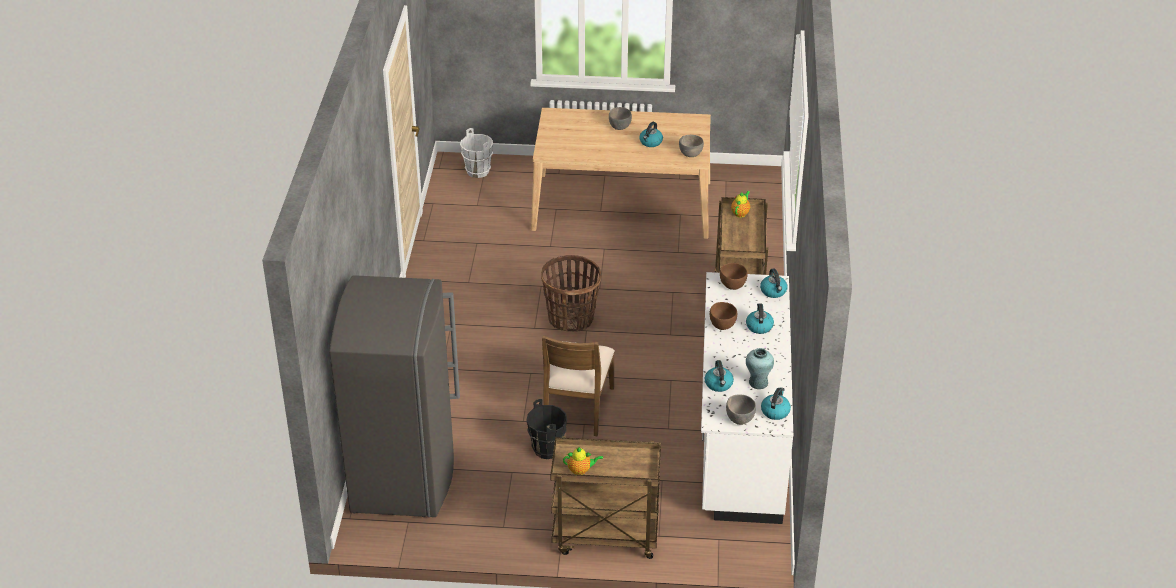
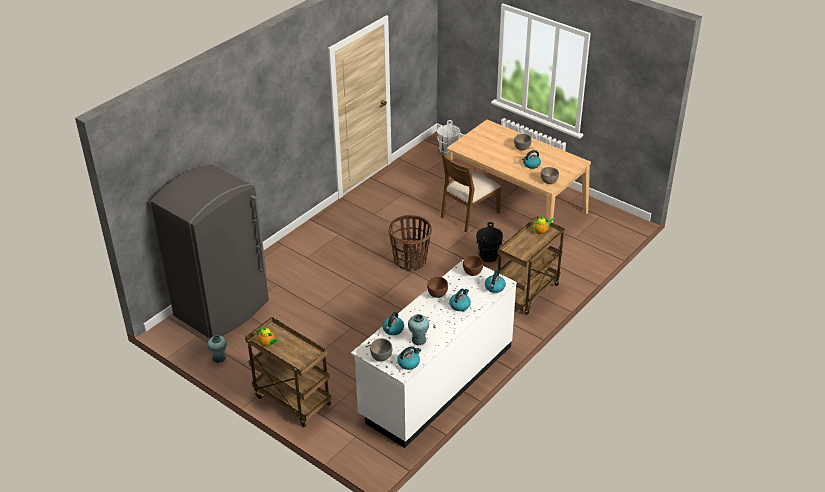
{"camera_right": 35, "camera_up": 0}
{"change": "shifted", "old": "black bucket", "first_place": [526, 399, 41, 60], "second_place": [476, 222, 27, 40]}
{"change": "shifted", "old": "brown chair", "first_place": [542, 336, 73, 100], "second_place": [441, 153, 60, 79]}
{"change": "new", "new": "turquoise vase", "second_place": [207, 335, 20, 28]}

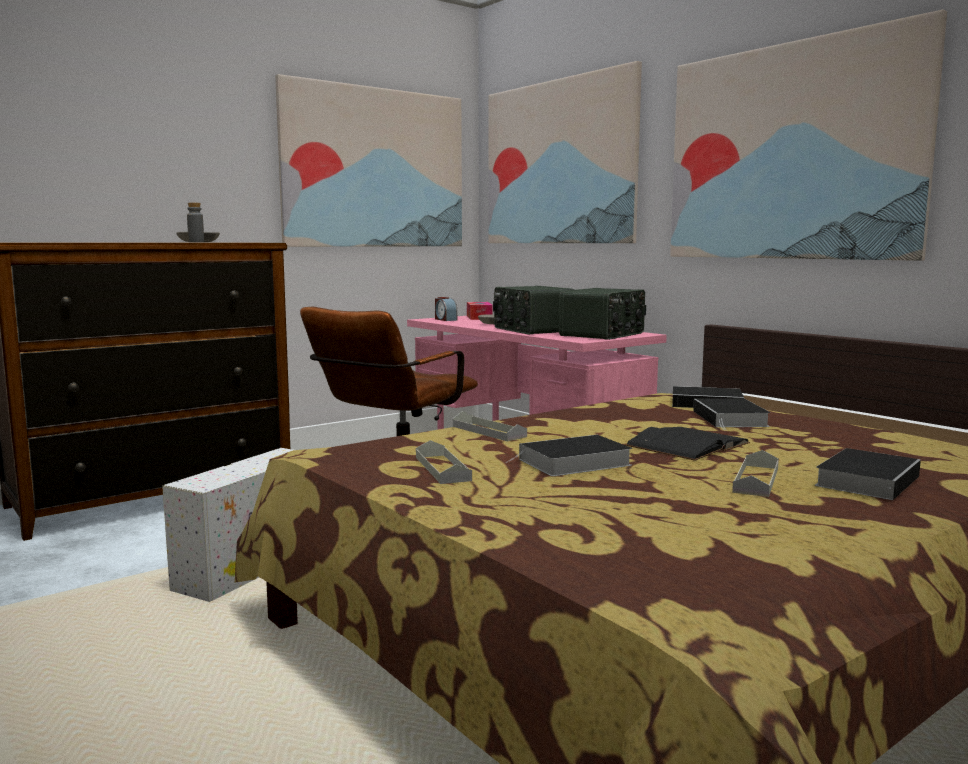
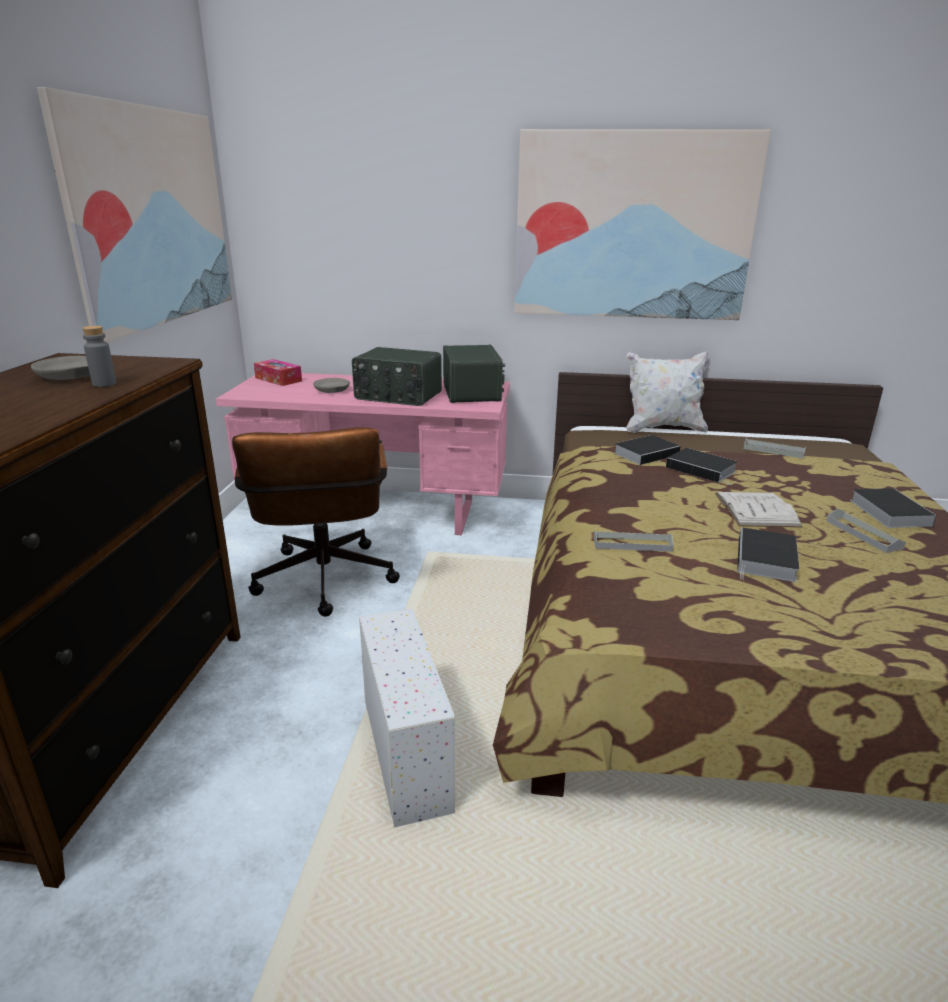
{"camera_right": -45, "camera_up": 15}
{"change": "shifted", "old": "grey tray", "first_place": [416, 440, 56, 44], "second_place": [744, 437, 62, 21]}
{"change": "gone", "old": "alarm clock", "first_place": [435, 297, 22, 24]}
{"change": "gone", "old": "picture", "first_place": [488, 61, 154, 182]}
{"change": "repainted", "old": "black book", "new": "white book", "first_place": [625, 427, 125, 34], "second_place": [715, 492, 87, 35]}
{"change": "new", "new": "white pillow", "second_place": [626, 351, 82, 82]}

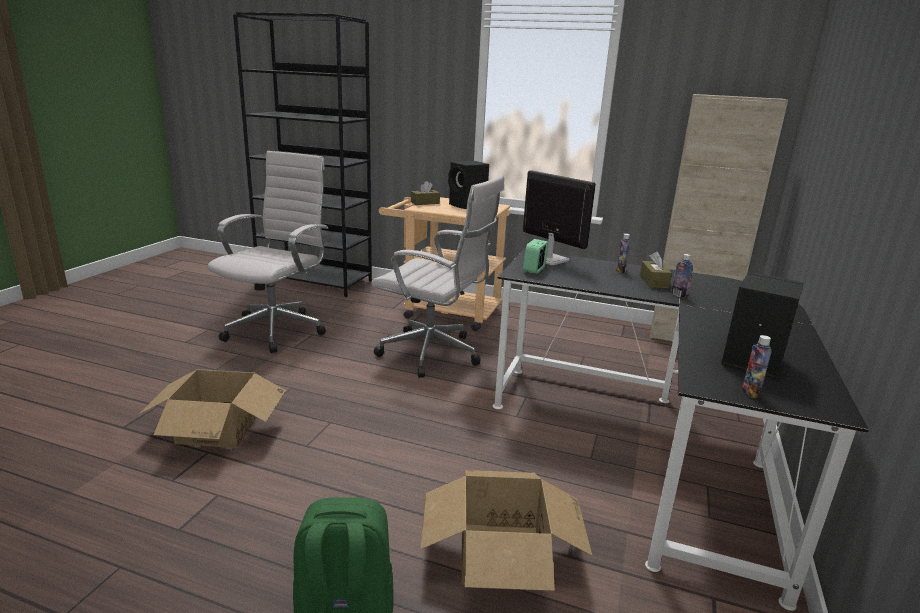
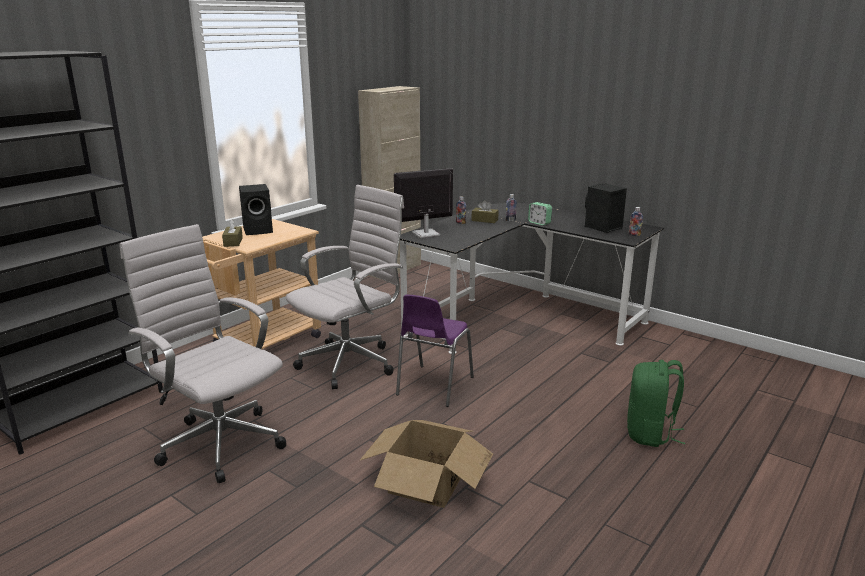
{"camera_right": -70, "camera_up": 0}
{"change": "gone", "old": "cardboard box", "first_place": [420, 470, 172, 121]}
{"change": "shifted", "old": "alarm clock", "first_place": [523, 239, 25, 35], "second_place": [528, 202, 24, 24]}
{"change": "new", "new": "purple chair", "second_place": [396, 295, 78, 112]}

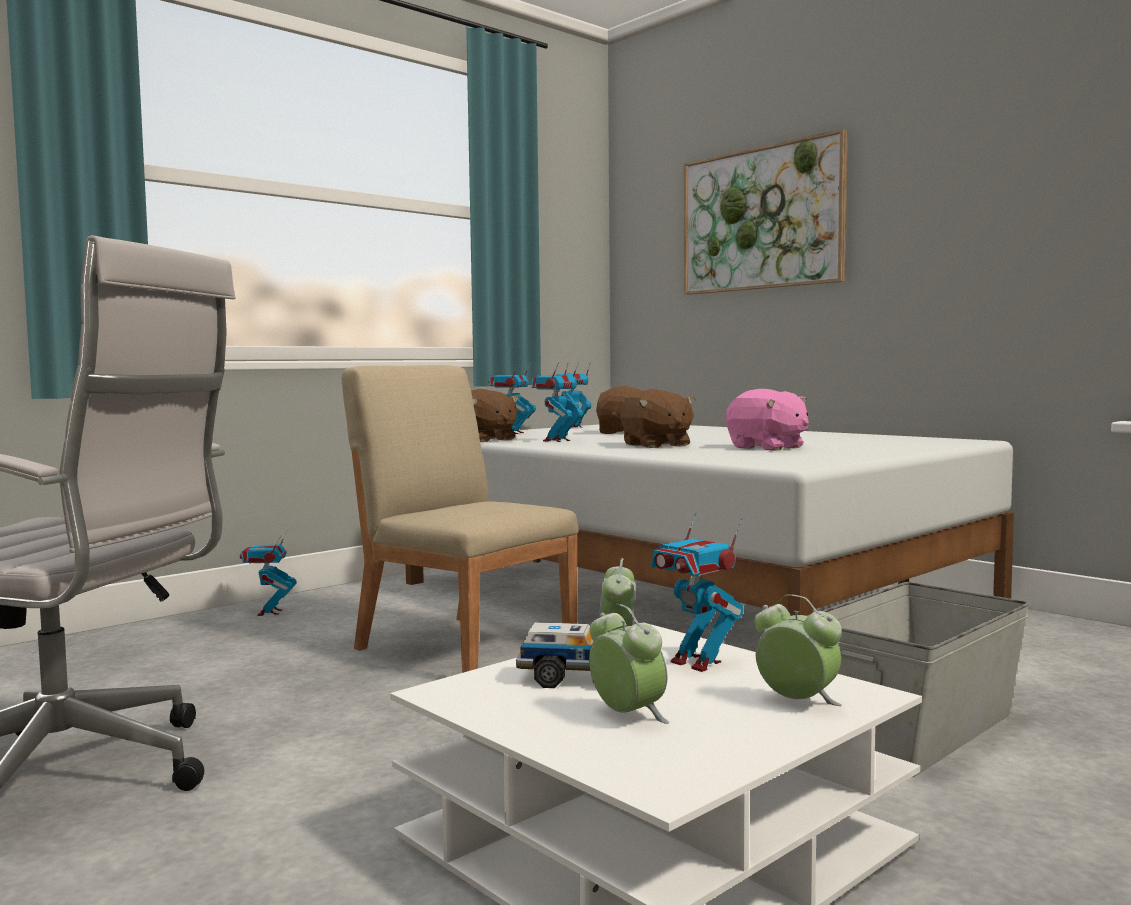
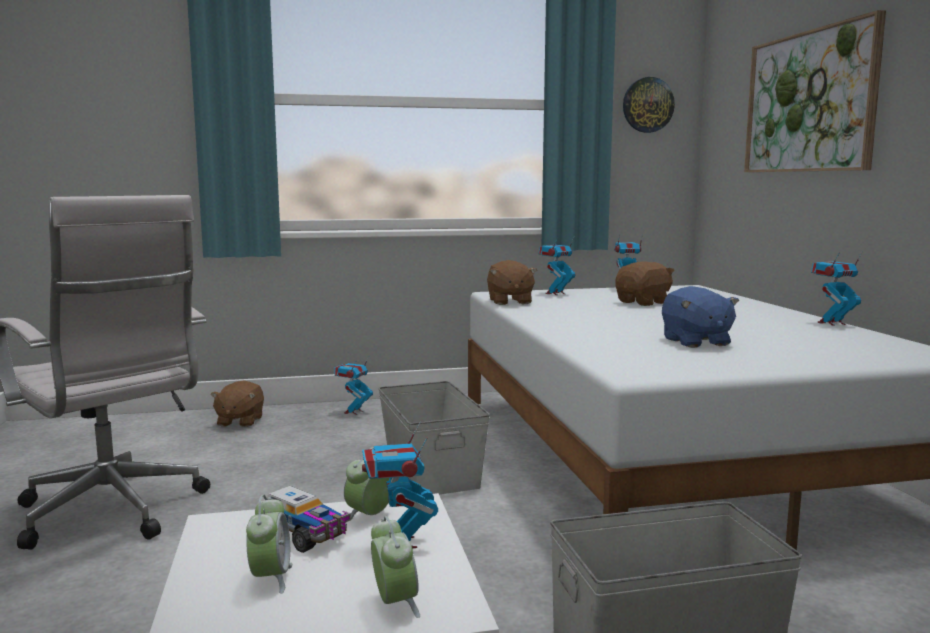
{"camera_right": 30, "camera_up": 5}
{"change": "swapped", "old": "beige chair", "new": "grey storage box", "first_place": [342, 365, 237, 308], "second_place": [378, 381, 112, 113]}
{"change": "shifted", "old": "toy robot", "first_place": [532, 362, 51, 80], "second_place": [811, 251, 52, 75]}
{"change": "shifted", "old": "brown plush toy", "first_place": [620, 389, 76, 59], "second_place": [210, 381, 54, 46]}
{"change": "repainted", "old": "pink plush toy", "new": "blue plush toy", "first_place": [726, 389, 83, 62], "second_place": [662, 286, 77, 62]}
{"change": "new", "new": "wall clock", "second_place": [623, 77, 52, 56]}

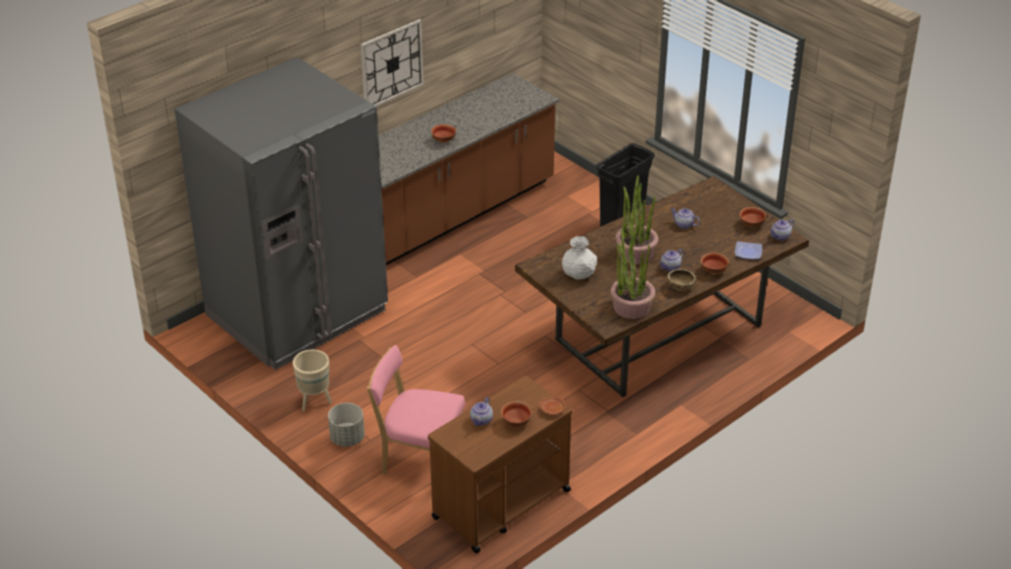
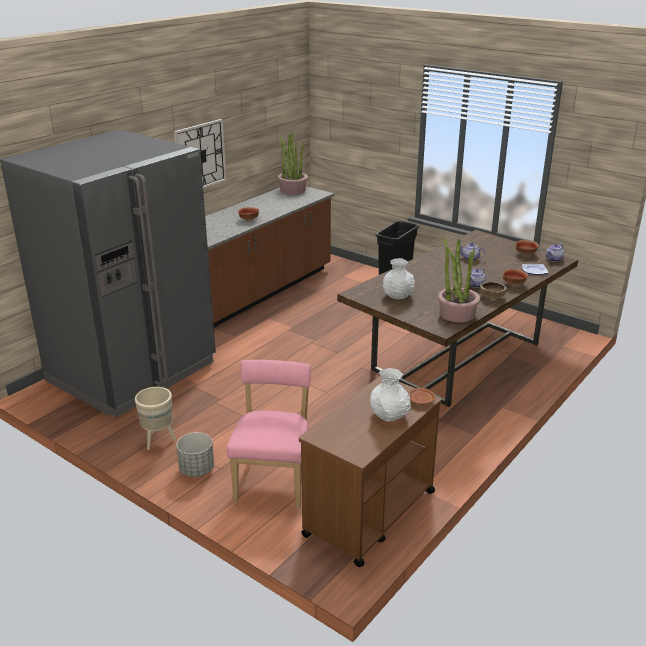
{"camera_right": -10, "camera_up": -10}
{"change": "rotated", "old": "pink chair", "first_place": [367, 345, 98, 129], "second_place": [227, 360, 84, 149], "degrees": 90}
{"change": "gone", "old": "teapot", "first_place": [470, 397, 23, 29]}
{"change": "swapped", "old": "bowl", "new": "white vase", "first_place": [501, 401, 31, 26], "second_place": [370, 368, 41, 54]}
{"change": "shifted", "old": "potted plant", "first_place": [615, 176, 43, 88], "second_place": [278, 132, 30, 62]}

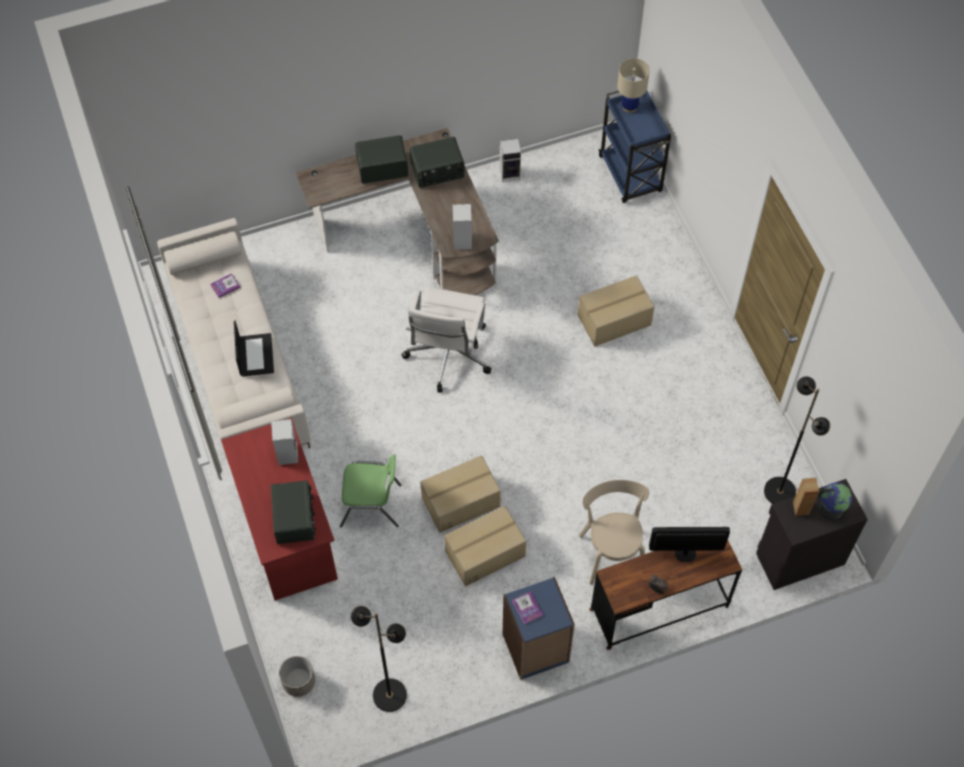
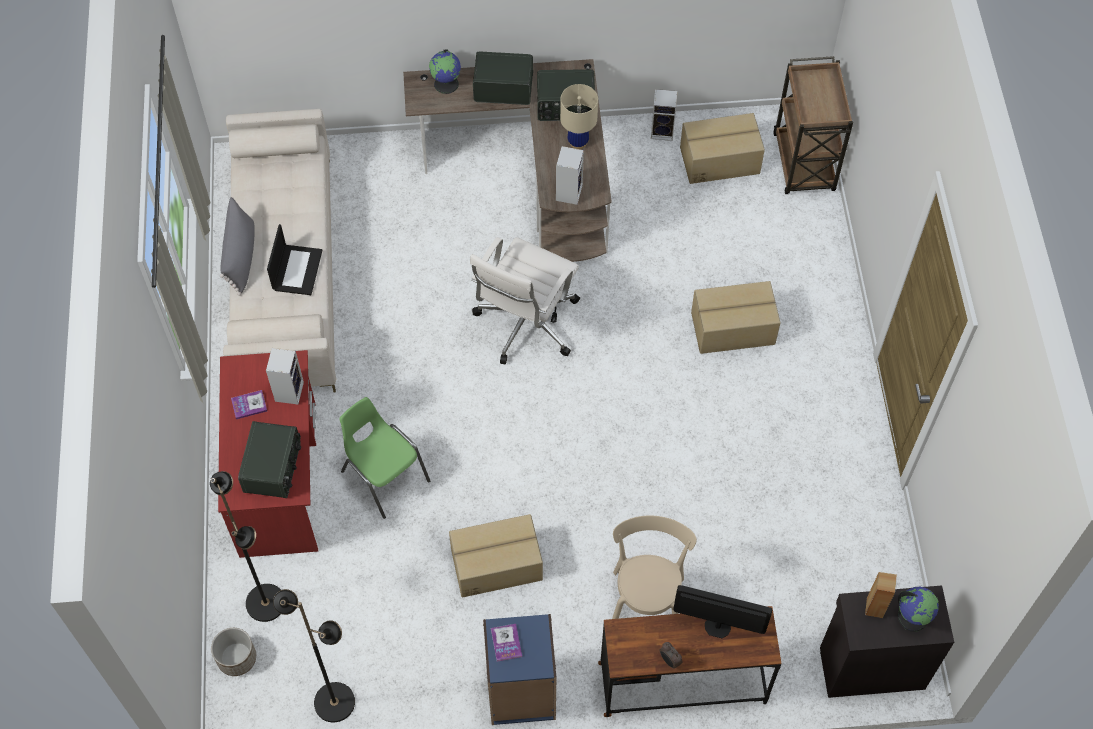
{"camera_right": 15, "camera_up": 0}
{"change": "shifted", "old": "book", "first_place": [210, 273, 30, 25], "second_place": [231, 390, 36, 29]}
{"change": "rotated", "old": "green chair", "first_place": [340, 455, 61, 72], "second_place": [340, 397, 90, 122], "degrees": -150}
{"change": "shifted", "old": "cardboard box", "first_place": [420, 456, 81, 77], "second_place": [680, 113, 85, 71]}
{"change": "repainted", "old": "blue cart", "new": "brown cart", "first_place": [599, 91, 72, 112], "second_place": [773, 56, 80, 138]}
{"change": "shifted", "old": "beige table lamp", "first_place": [617, 58, 33, 55], "second_place": [560, 84, 38, 65]}
{"change": "shifted", "old": "black floor lamp", "first_place": [764, 376, 66, 128], "second_place": [210, 471, 71, 151]}
{"change": "new", "new": "grey pillow", "second_place": [220, 197, 35, 99]}
{"change": "new", "new": "globe", "second_place": [429, 49, 32, 45]}

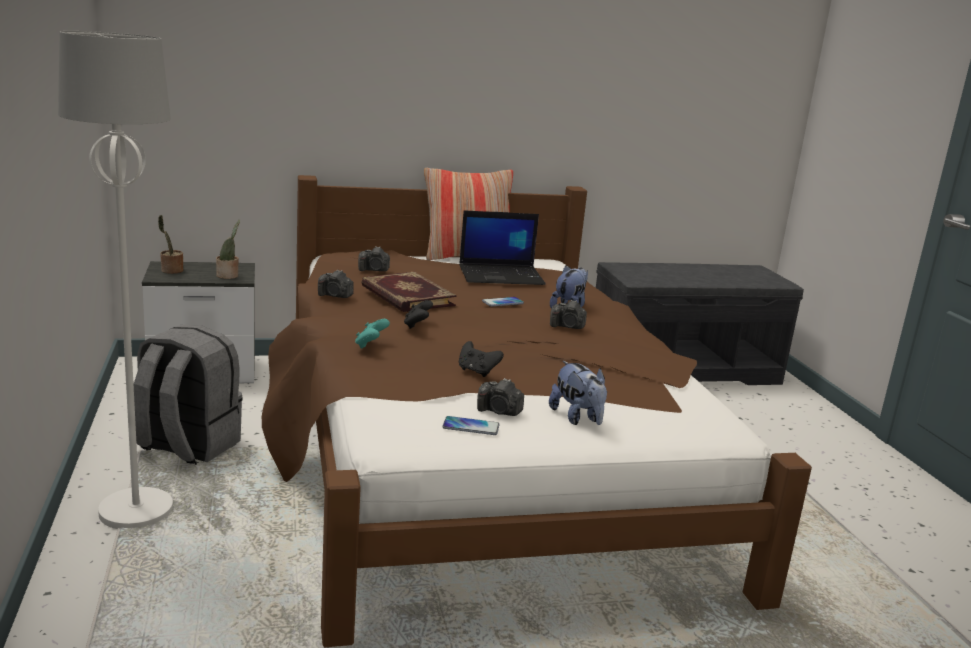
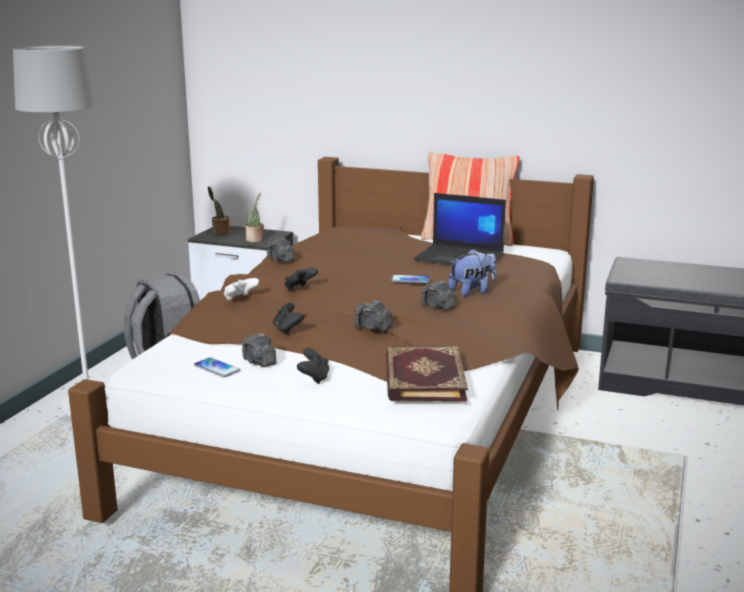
{"camera_right": 35, "camera_up": 0}
{"change": "repainted", "old": "turquoise game controller", "new": "white game controller", "first_place": [355, 319, 35, 30], "second_place": [224, 278, 35, 23]}
{"change": "shifted", "old": "photo camera", "first_place": [358, 246, 32, 25], "second_place": [354, 300, 38, 31]}
{"change": "shifted", "old": "book", "first_place": [361, 272, 95, 40], "second_place": [386, 346, 82, 55]}
{"change": "swapped", "old": "plush toy", "new": "black game controller", "first_place": [549, 361, 58, 64], "second_place": [297, 348, 33, 36]}

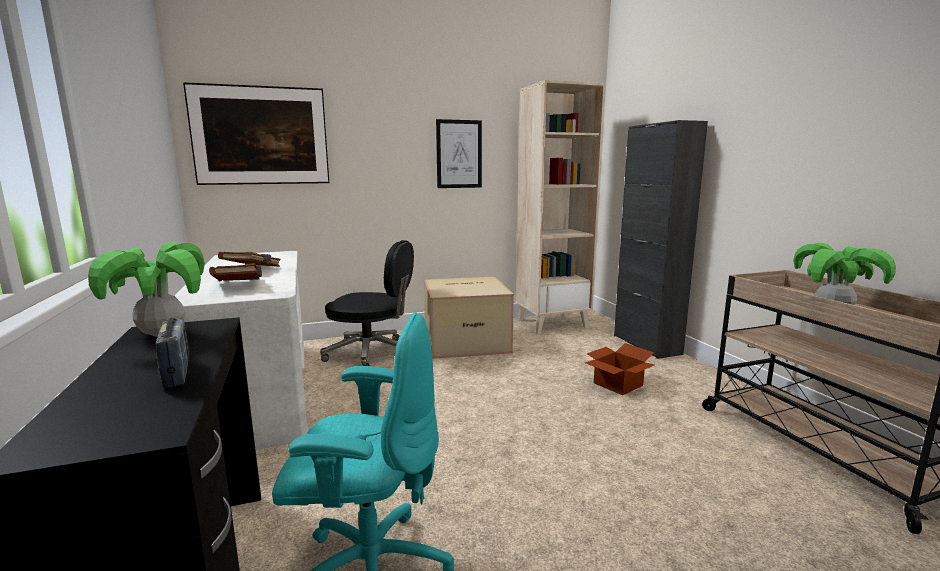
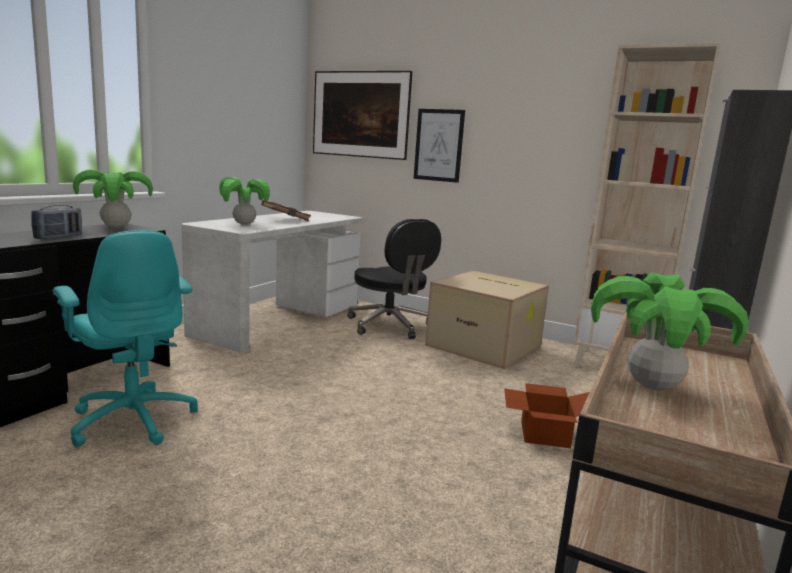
{"camera_right": 45, "camera_up": 0}
{"change": "swapped", "old": "brown book", "new": "potted plant", "first_place": [209, 263, 53, 18], "second_place": [219, 177, 51, 48]}
{"change": "shifted", "old": "picture", "first_place": [436, 119, 46, 69], "second_place": [414, 109, 51, 74]}

